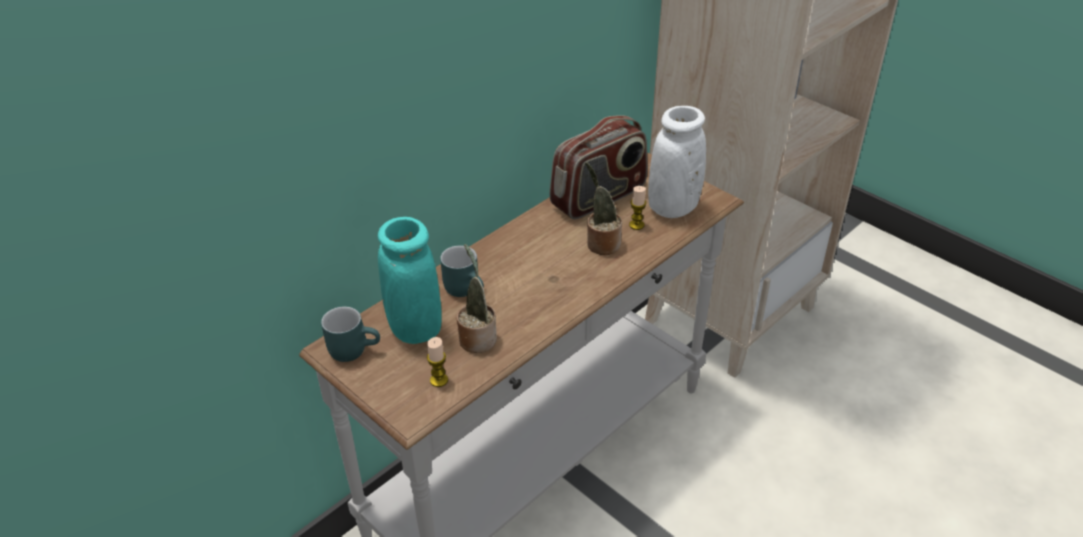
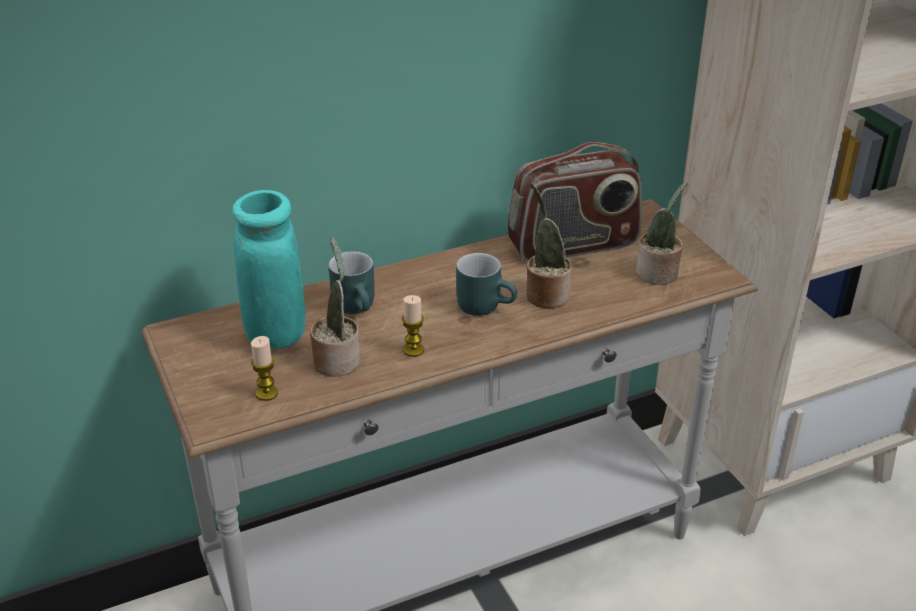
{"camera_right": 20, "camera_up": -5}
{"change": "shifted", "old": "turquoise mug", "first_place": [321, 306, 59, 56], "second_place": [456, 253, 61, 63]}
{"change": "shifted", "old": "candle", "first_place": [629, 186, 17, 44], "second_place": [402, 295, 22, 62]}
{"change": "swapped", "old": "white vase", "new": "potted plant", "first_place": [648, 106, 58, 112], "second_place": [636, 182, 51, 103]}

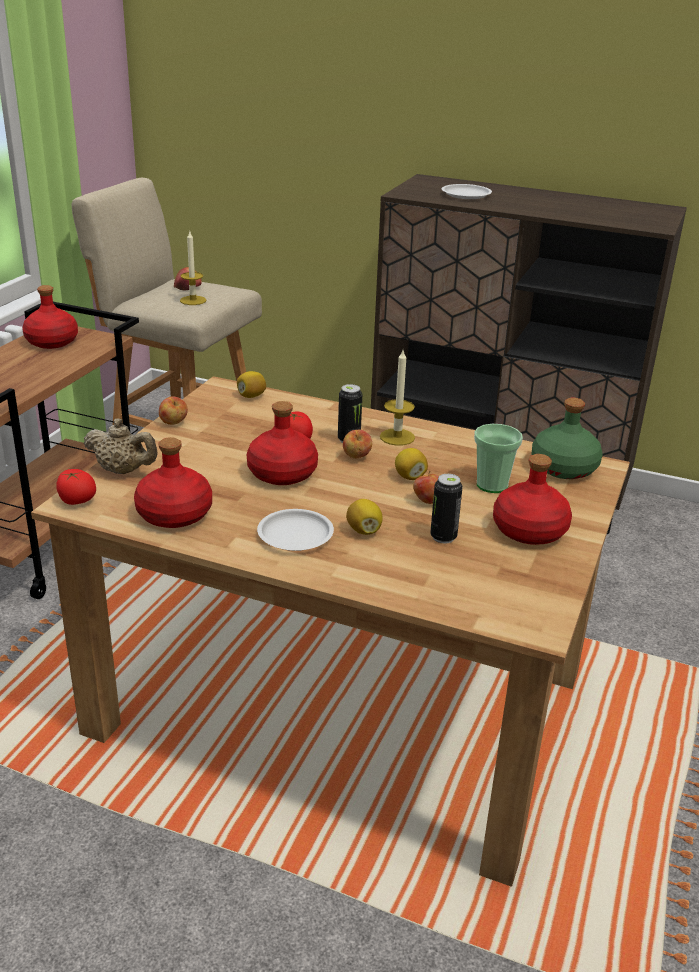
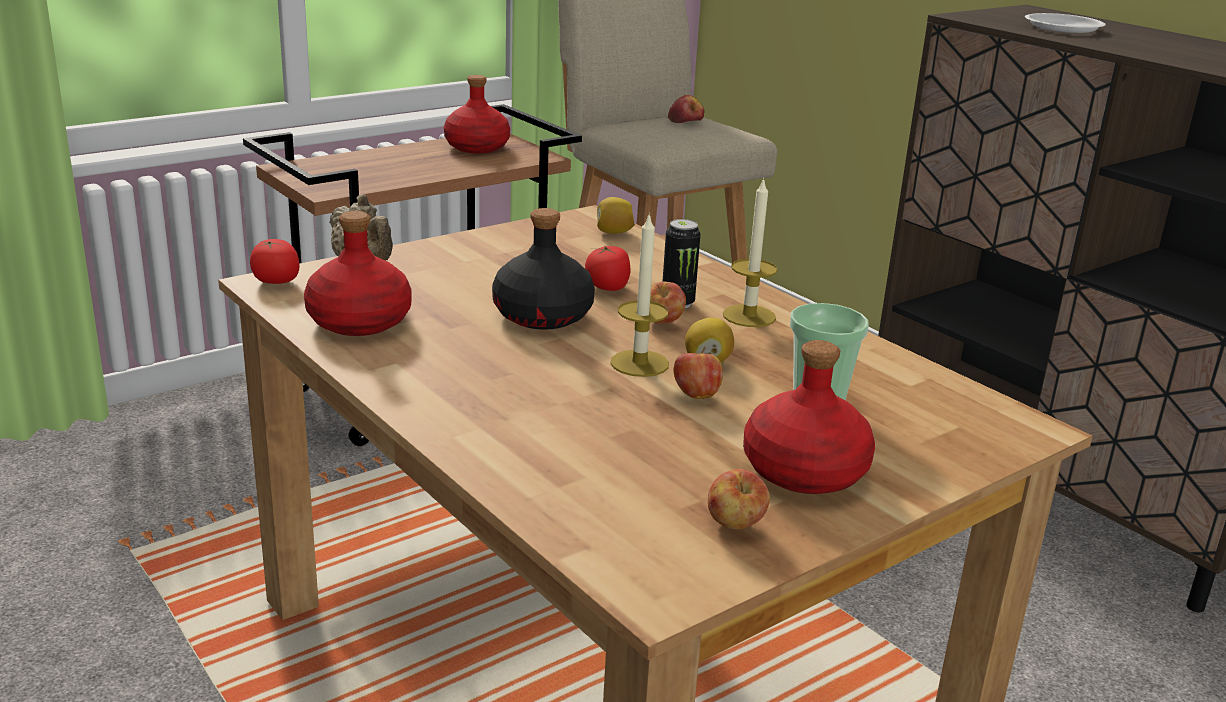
{"camera_right": 30, "camera_up": -5}
{"change": "shifted", "old": "apple", "first_place": [159, 396, 29, 29], "second_place": [708, 469, 62, 60]}
{"change": "shifted", "old": "candle", "first_place": [180, 232, 26, 73], "second_place": [611, 212, 58, 165]}
{"change": "repainted", "old": "red bottle", "new": "black bottle", "first_place": [247, 401, 71, 84], "second_place": [492, 208, 103, 122]}
{"change": "gone", "old": "white plate", "first_place": [257, 509, 77, 42]}
{"change": "gone", "old": "lemon", "first_place": [346, 499, 37, 36]}
{"change": "gone", "old": "can", "first_place": [430, 474, 32, 69]}
{"change": "gone", "old": "green bottle", "first_place": [531, 398, 71, 81]}

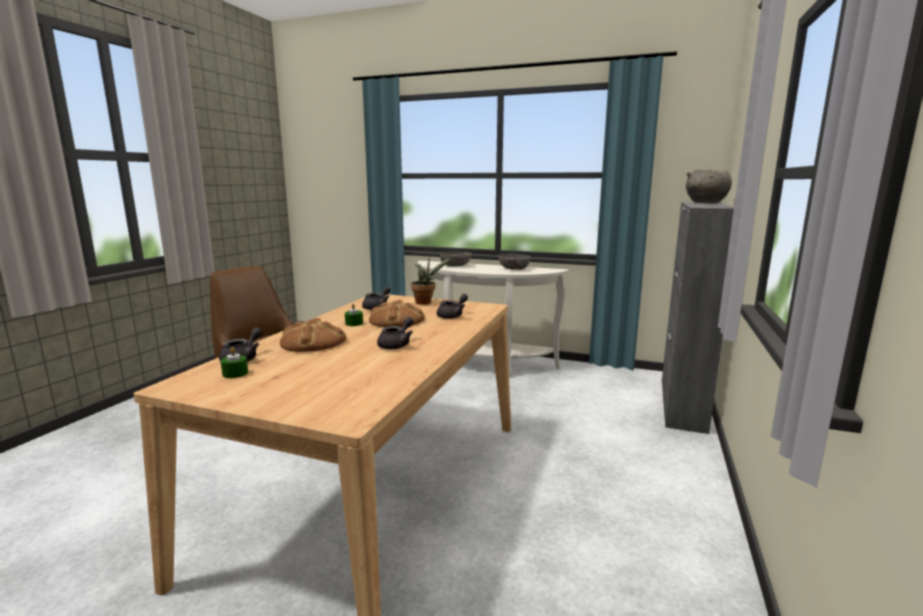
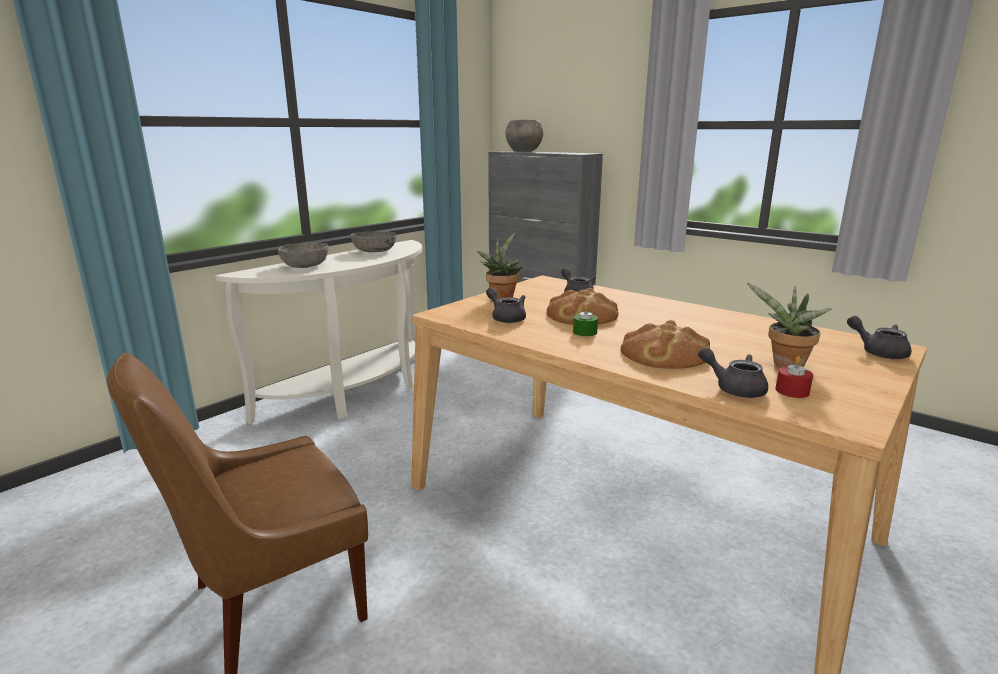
{"camera_right": -70, "camera_up": 5}
{"change": "repainted", "old": "green candle", "new": "red candle", "first_place": [221, 347, 27, 31], "second_place": [775, 356, 38, 42]}
{"change": "shifted", "old": "grey teapot", "first_place": [377, 317, 36, 32], "second_place": [847, 316, 64, 43]}
{"change": "new", "new": "potted plant", "second_place": [747, 283, 85, 84]}

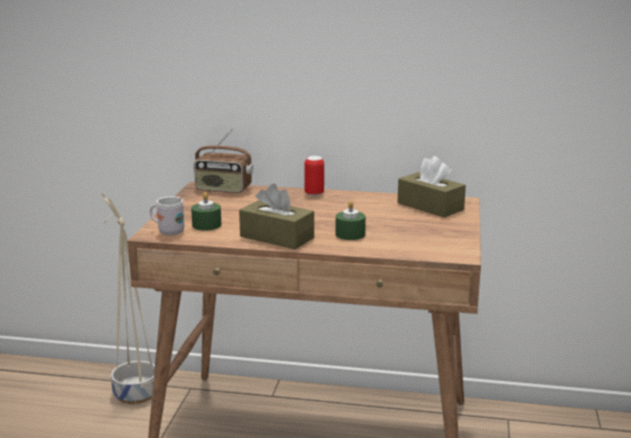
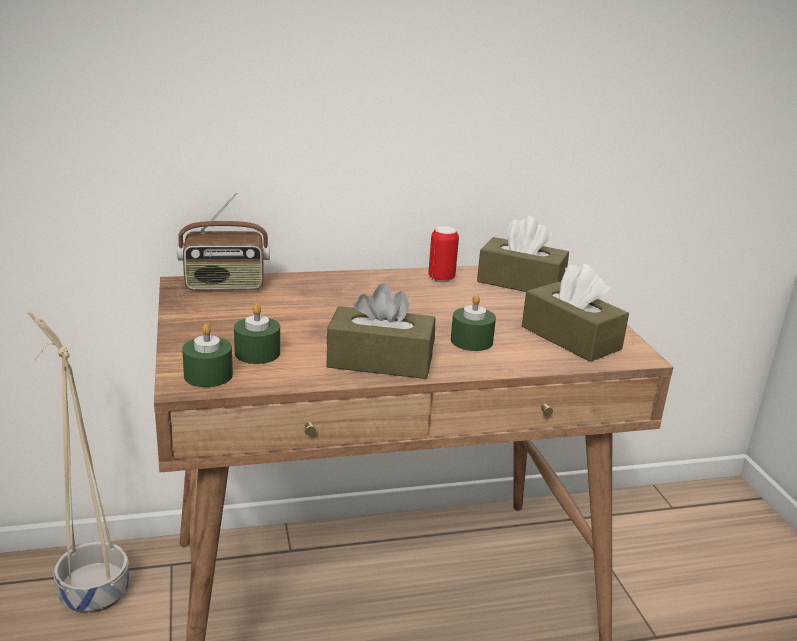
{"camera_right": -25, "camera_up": 5}
{"change": "swapped", "old": "white mug", "new": "green candle", "first_place": [149, 194, 36, 42], "second_place": [182, 323, 51, 64]}
{"change": "shifted", "old": "can", "first_place": [304, 156, 20, 40], "second_place": [428, 226, 31, 56]}
{"change": "new", "new": "brown tissue box", "second_place": [522, 264, 107, 98]}

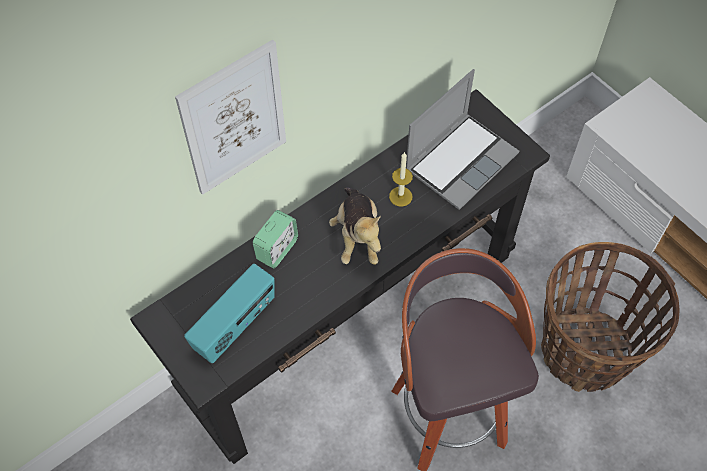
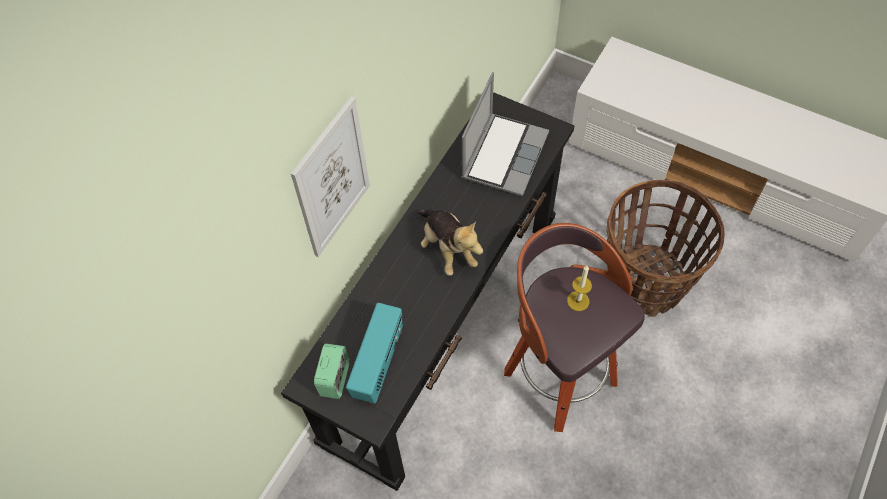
{"camera_right": -20, "camera_up": 0}
{"change": "shifted", "old": "alarm clock", "first_place": [253, 210, 45, 59], "second_place": [314, 343, 36, 56]}
{"change": "shifted", "old": "candle", "first_place": [389, 152, 24, 55], "second_place": [567, 266, 25, 45]}

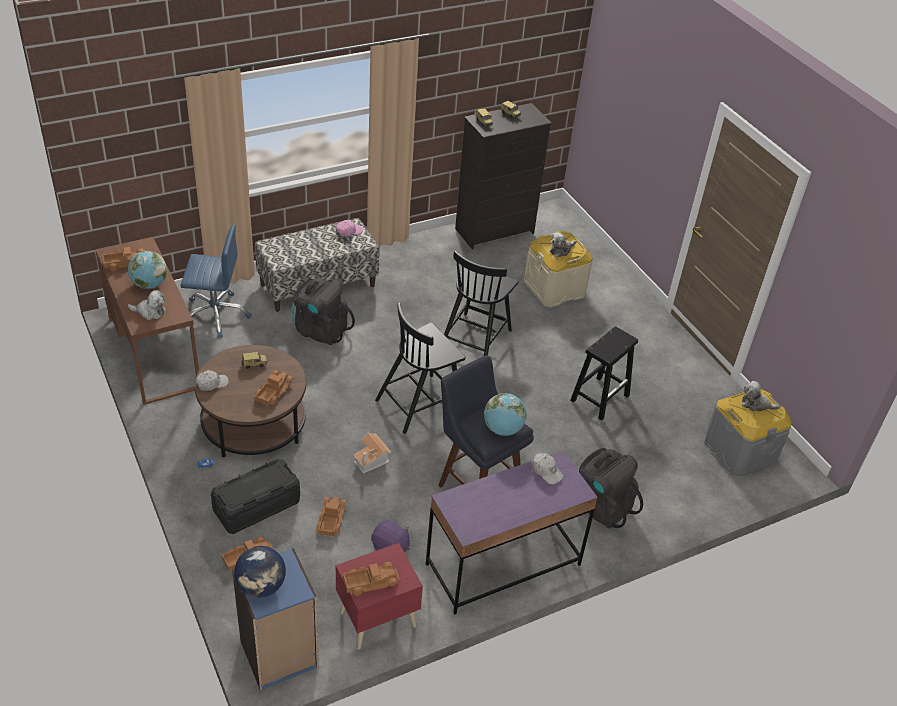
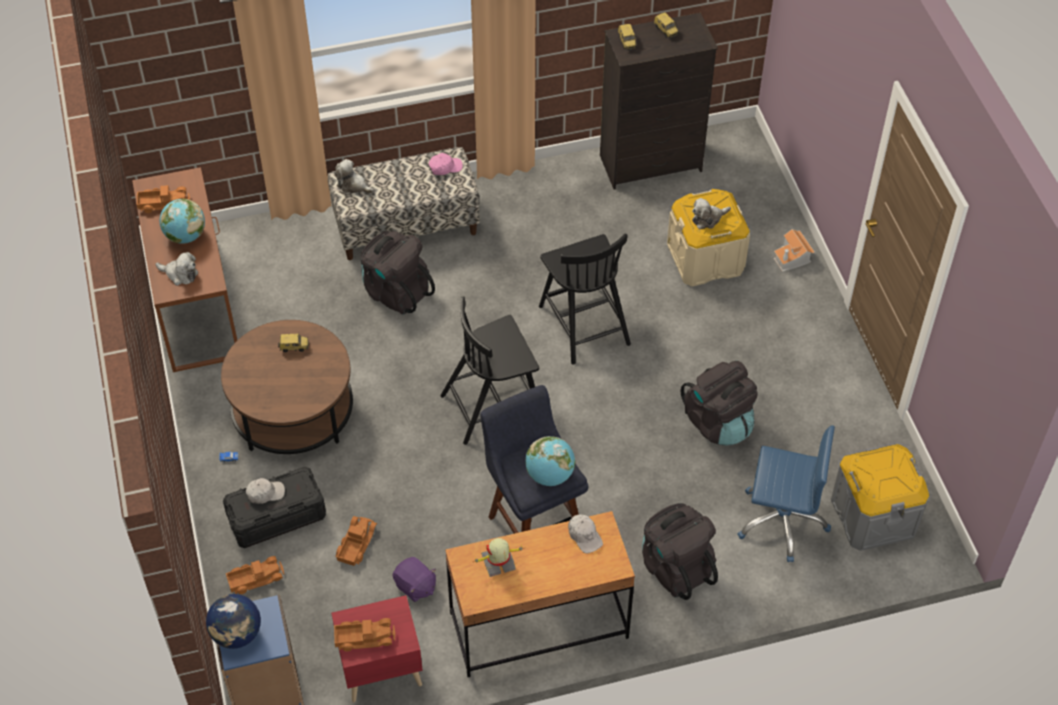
{"camera_right": 15, "camera_up": 10}
{"change": "shifted", "old": "blue office chair", "first_place": [181, 224, 71, 114], "second_place": [737, 425, 98, 137]}
{"change": "shifted", "old": "white cap", "first_place": [196, 370, 33, 21], "second_place": [246, 478, 39, 26]}
{"change": "gone", "old": "toy truck", "first_place": [254, 370, 40, 36]}
{"change": "shifted", "old": "toy house", "first_place": [354, 433, 37, 41], "second_place": [773, 229, 42, 43]}
{"change": "repainted", "old": "purple desk", "new": "brown desk", "first_place": [426, 450, 172, 165], "second_place": [445, 511, 190, 166]}
{"change": "rotated", "old": "black chair", "first_place": [444, 250, 74, 106], "second_place": [539, 233, 92, 132], "degrees": -60}
{"change": "swapped", "old": "black stool", "new": "black backpack", "first_place": [570, 326, 68, 95], "second_place": [680, 361, 78, 85]}
{"change": "shifted", "old": "plush toy", "first_place": [742, 381, 38, 31], "second_place": [335, 159, 39, 34]}
{"change": "new", "new": "toy robot", "second_place": [475, 538, 49, 39]}

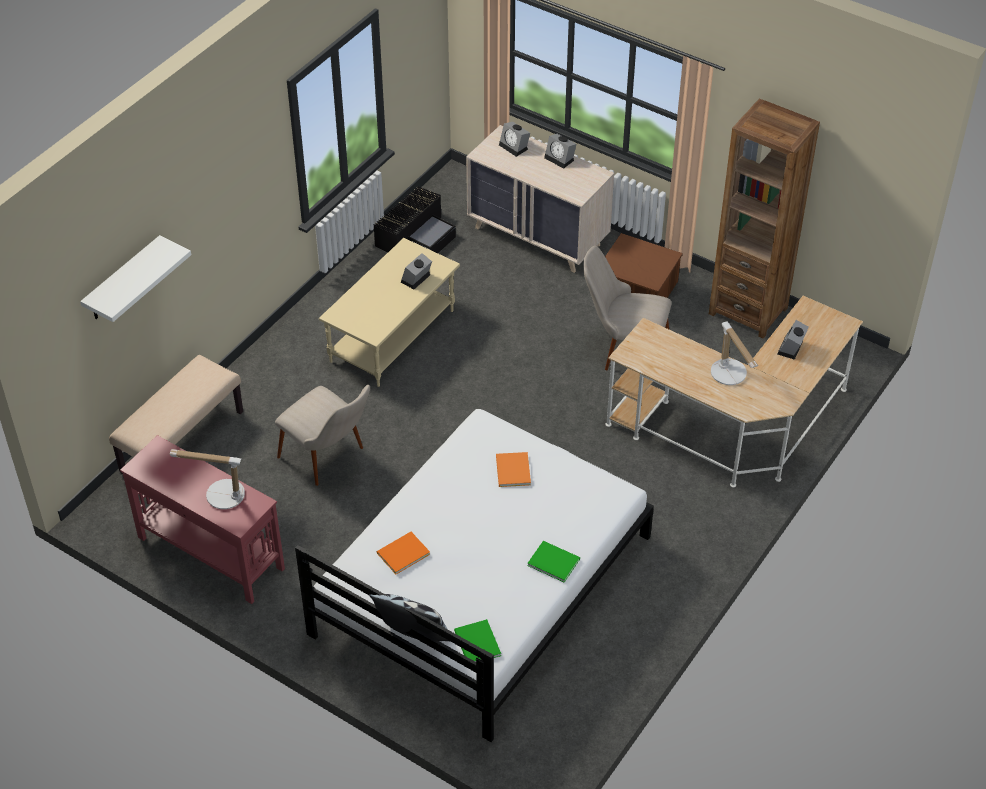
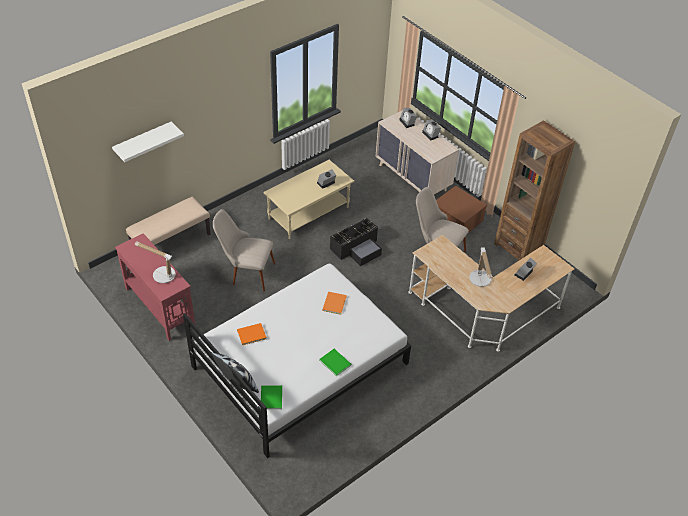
{"camera_right": 15, "camera_up": 0}
{"change": "rotated", "old": "beige chair", "first_place": [275, 385, 95, 101], "second_place": [213, 209, 62, 82], "degrees": 135}
{"change": "shifted", "old": "black storage box", "first_place": [373, 186, 83, 67], "second_place": [330, 218, 52, 48]}

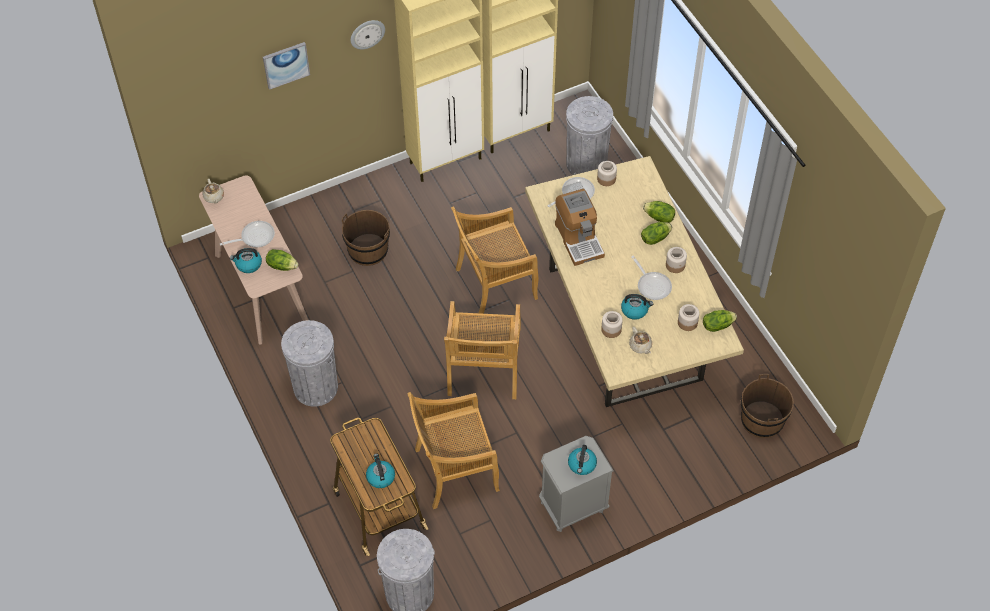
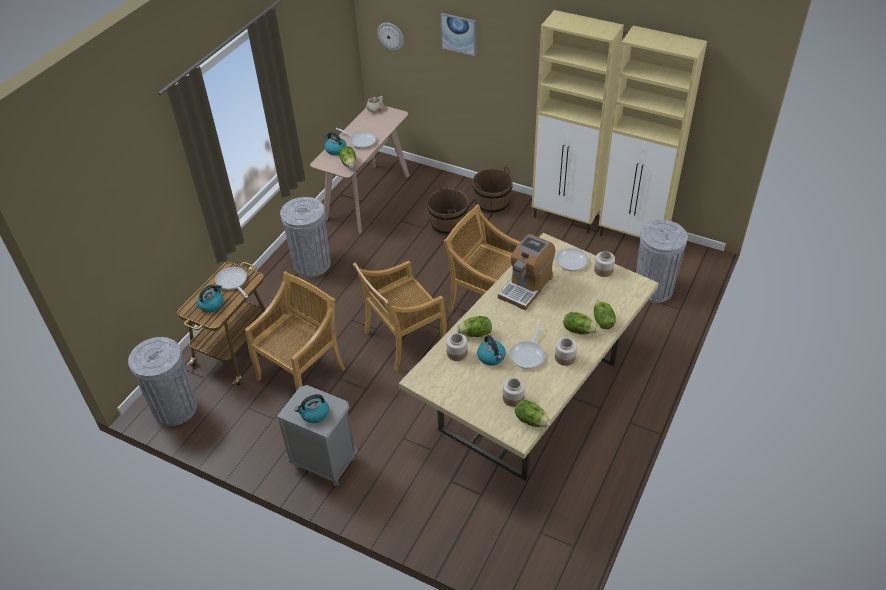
{"camera_right": 55, "camera_up": -10}
{"change": "shifted", "old": "wall clock", "first_place": [351, 20, 34, 30], "second_place": [377, 22, 27, 29]}
{"change": "rotated", "old": "beige chair", "first_place": [407, 392, 93, 117], "second_place": [245, 271, 100, 120], "degrees": 90}
{"change": "gone", "old": "beige teapot", "first_place": [629, 327, 23, 27]}
{"change": "shifted", "old": "brown bucket", "first_place": [741, 374, 53, 64], "second_place": [473, 166, 40, 49]}
{"change": "new", "new": "frying pan", "second_place": [215, 267, 33, 31]}
{"change": "new", "new": "lettuce", "second_place": [457, 316, 35, 21]}

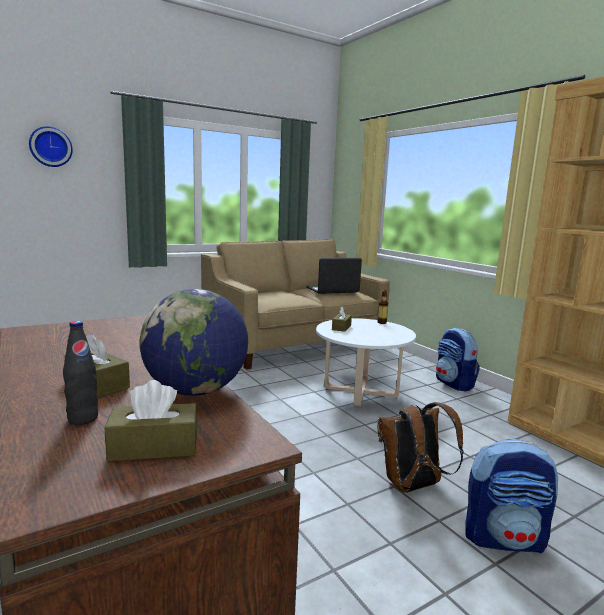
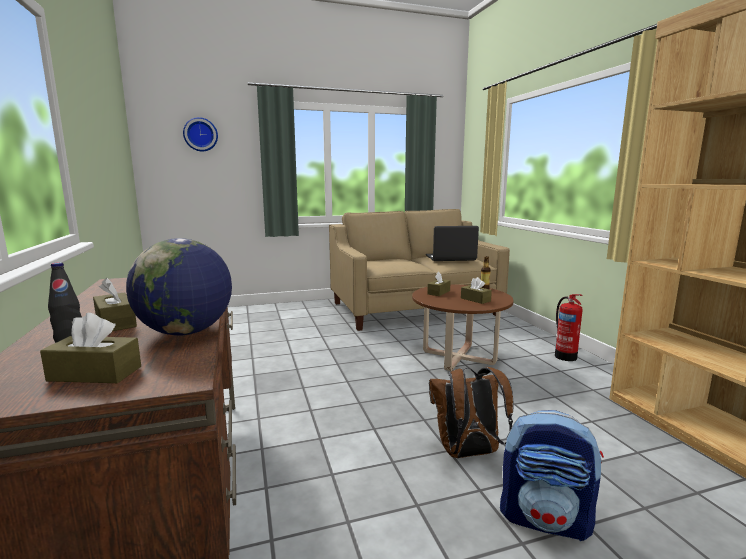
{"camera_right": 15, "camera_up": 0}
{"change": "repainted", "old": "white coffee table", "new": "brown coffee table", "first_place": [316, 318, 100, 88], "second_place": [412, 284, 102, 87]}
{"change": "swapped", "old": "backpack", "new": "fire extinguisher", "first_place": [436, 328, 44, 64], "second_place": [555, 294, 28, 67]}
{"change": "new", "new": "brown tissue box", "second_place": [461, 277, 31, 27]}

